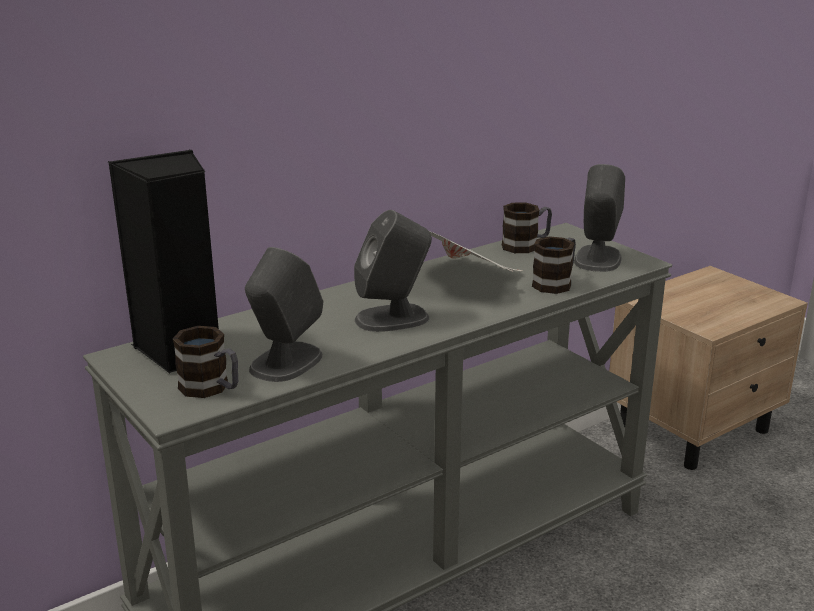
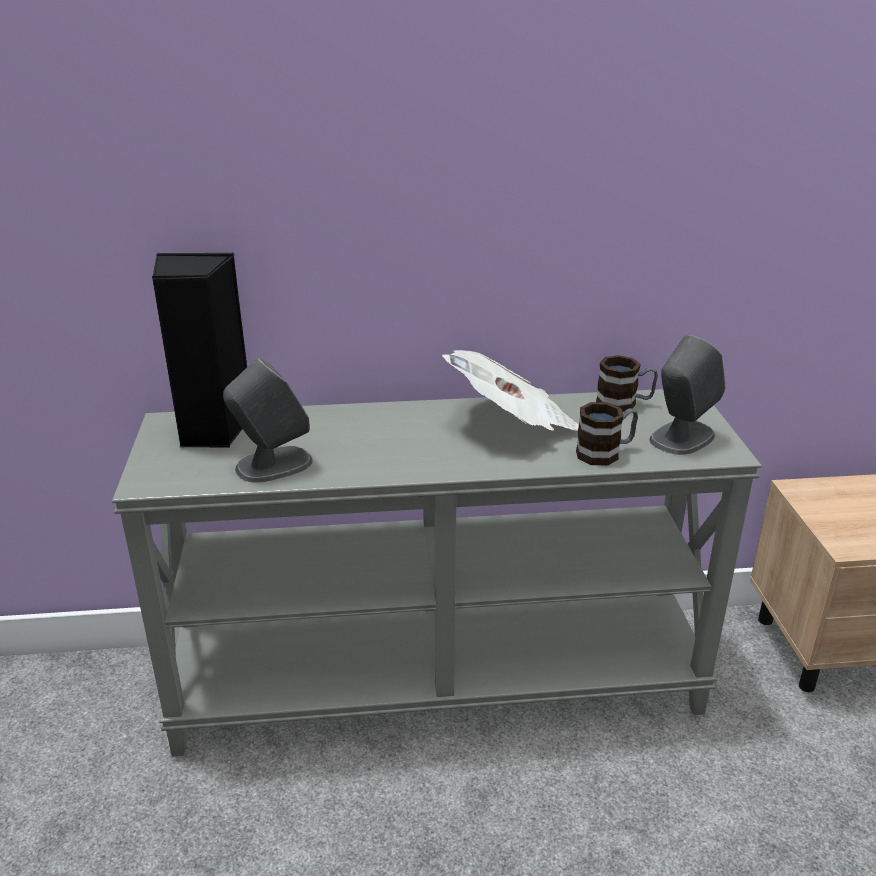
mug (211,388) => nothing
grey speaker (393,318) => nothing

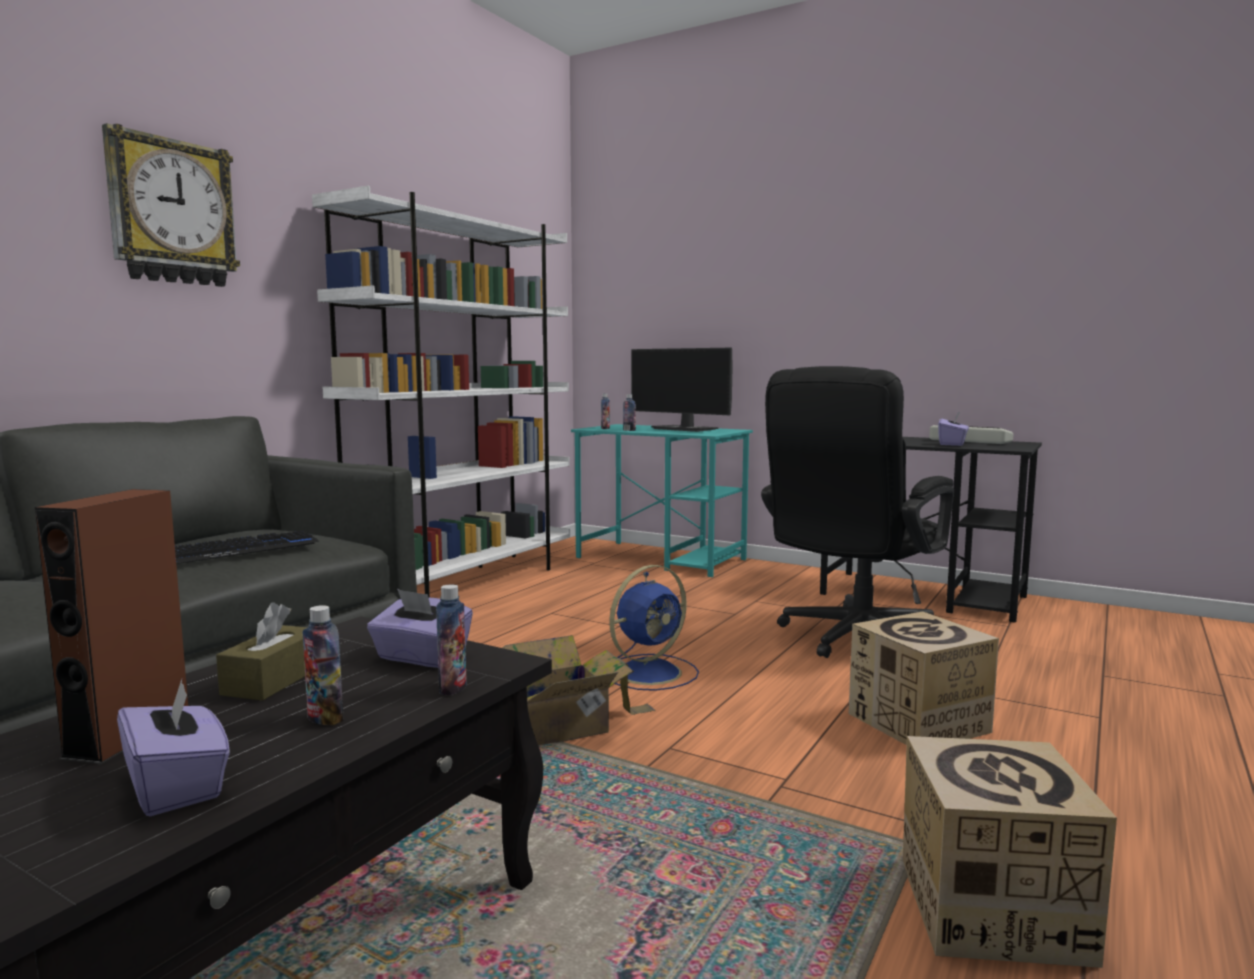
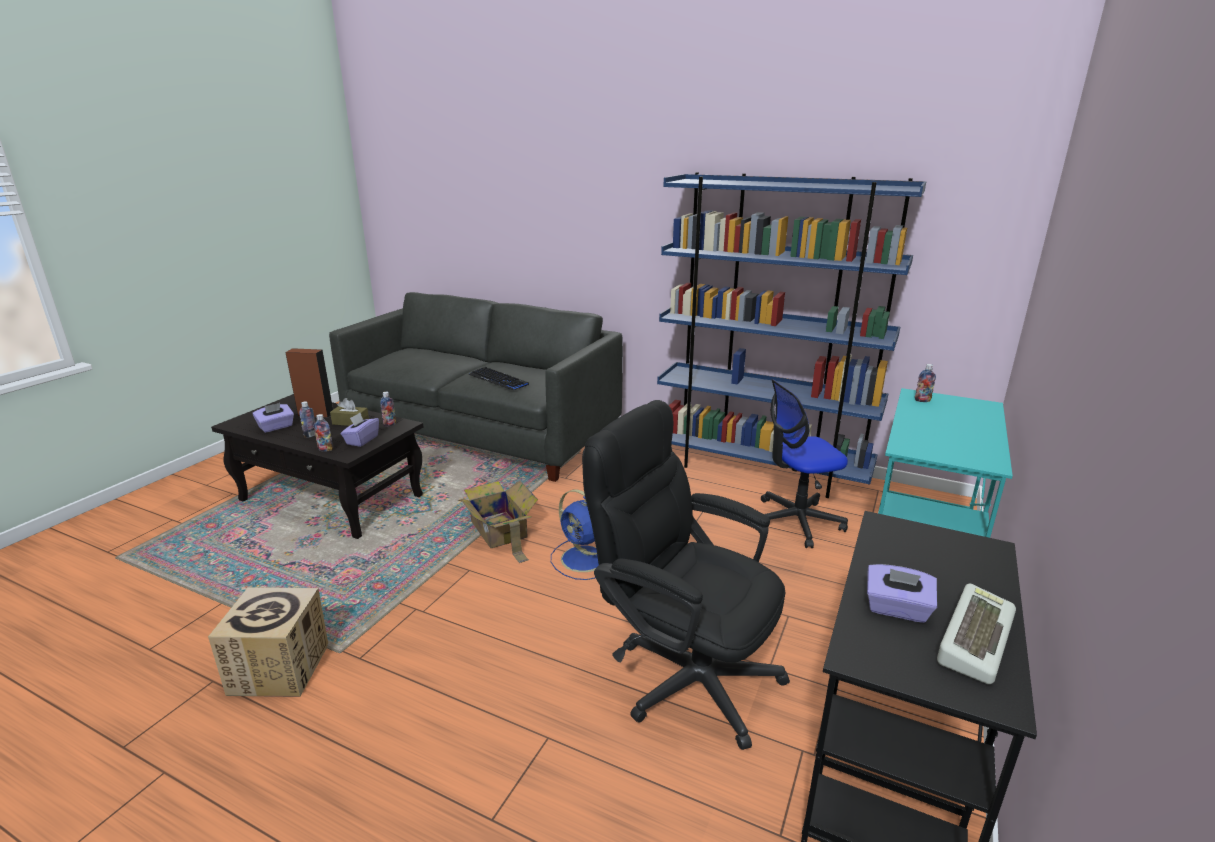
bottle (629,430) => bottle (390,424), moved
white bookcase (466,584) => blue bookcase (761,469)
nothing => office chair (796,521)
wall clock (171,212) => nothing
monitor (685,429) => nothing
cardboard box (918,723) => nothing

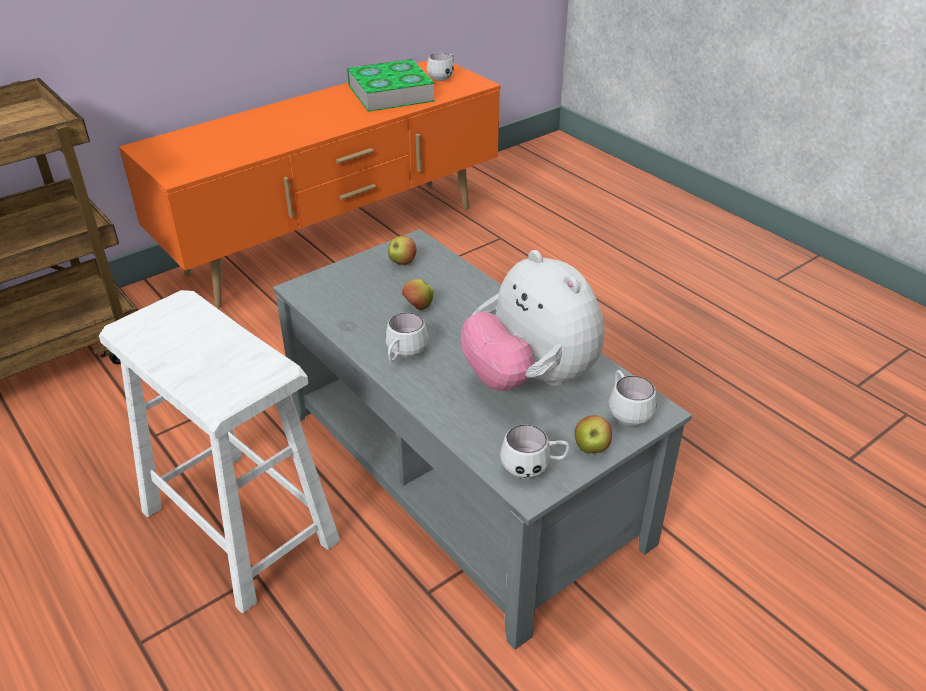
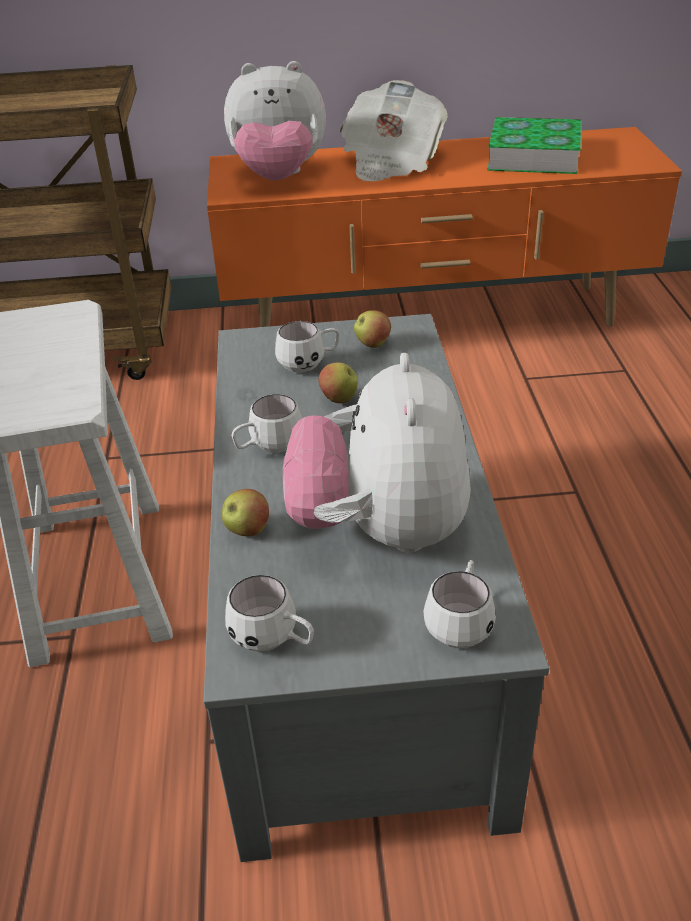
apple (591,448) => apple (247,530), moved
nothing => plush toy (279,177)
white mug (443,77) => white mug (309,364), moved
nothing => newspaper (391,162)

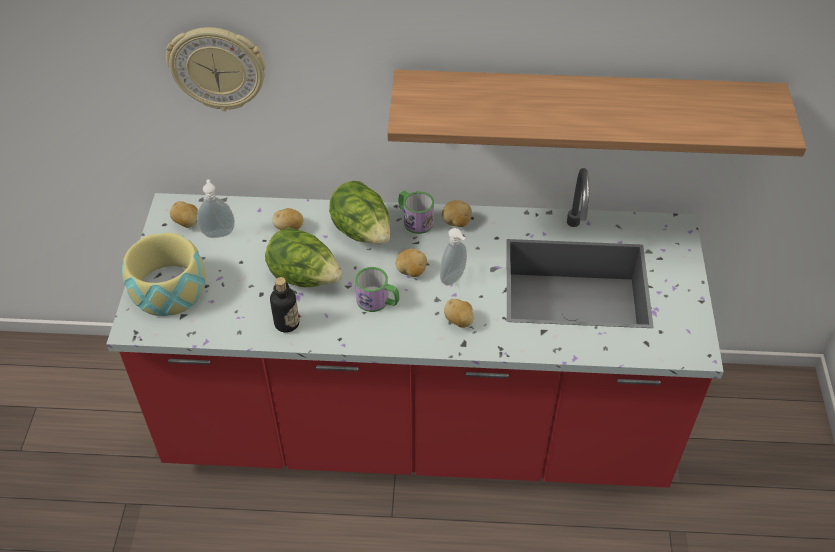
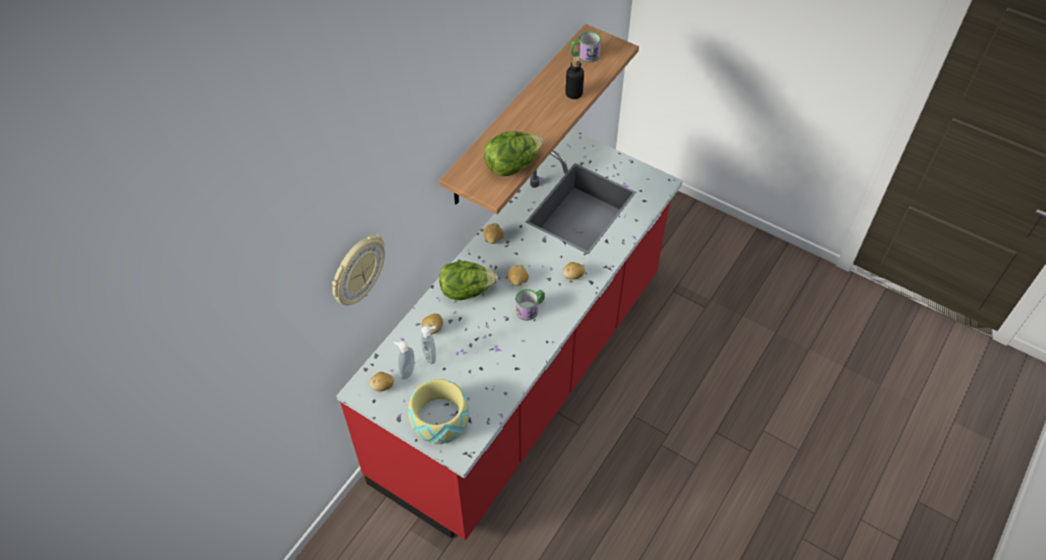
soap dispenser (454,279) => soap dispenser (431,356), moved
lettuce (305,278) => lettuce (512,165), moved
bottle (287,323) => bottle (574,93), moved
mug (414,219) => mug (584,55), moved

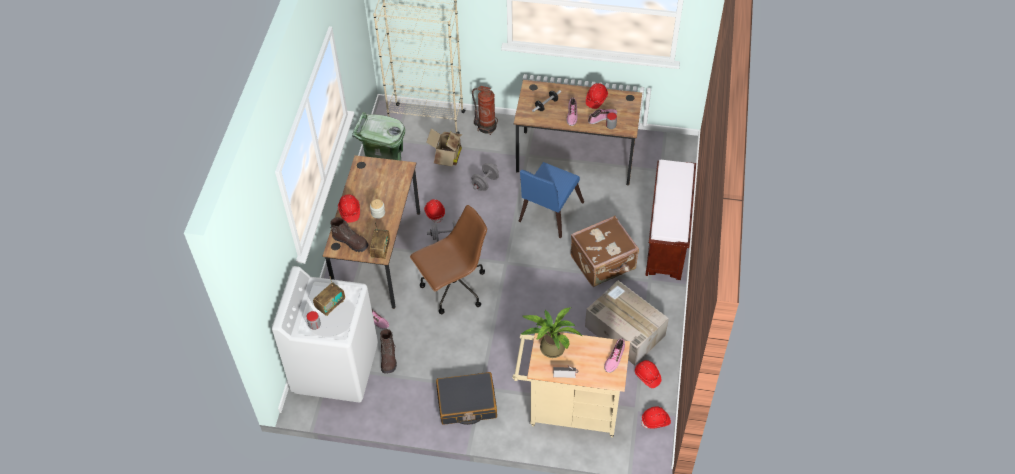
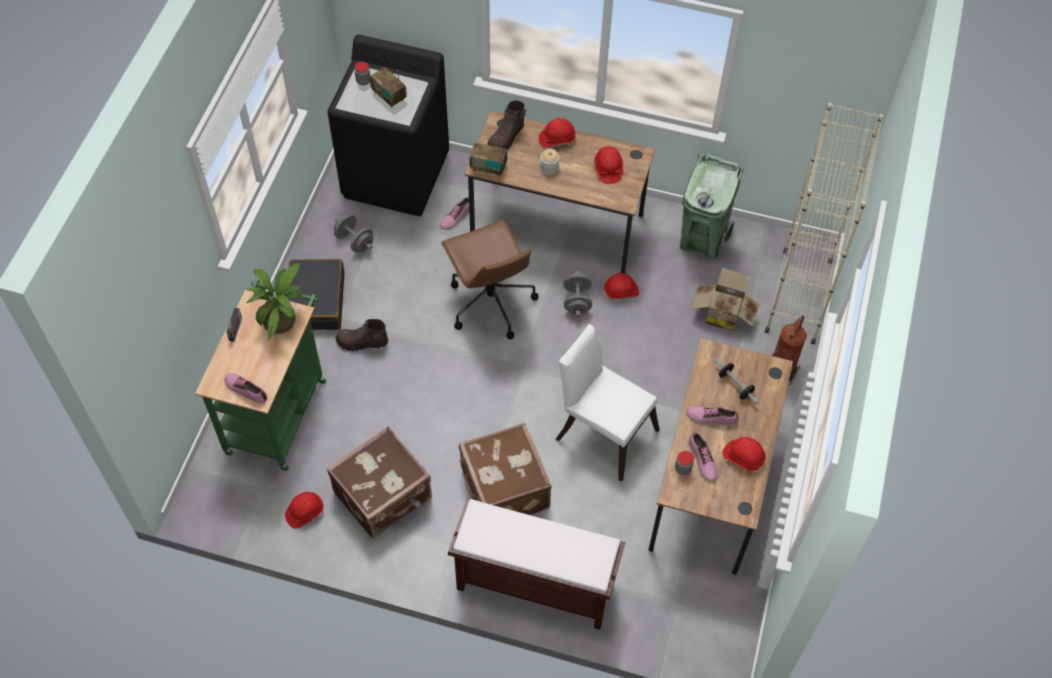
beige cart (568,410) => green cart (278,409)
white washing machine (335,367) => black washing machine (396,176)
cardboard box (624,330) => brown suitcase (384,496)
grey dumbbell (485,183) => grey dumbbell (354,241), moved
brown boot (388,358) => brown boot (362,343), moved
blue chair (548,214) => white chair (602,430)
red hard hat (655,421) => red hard hat (607,169), moved

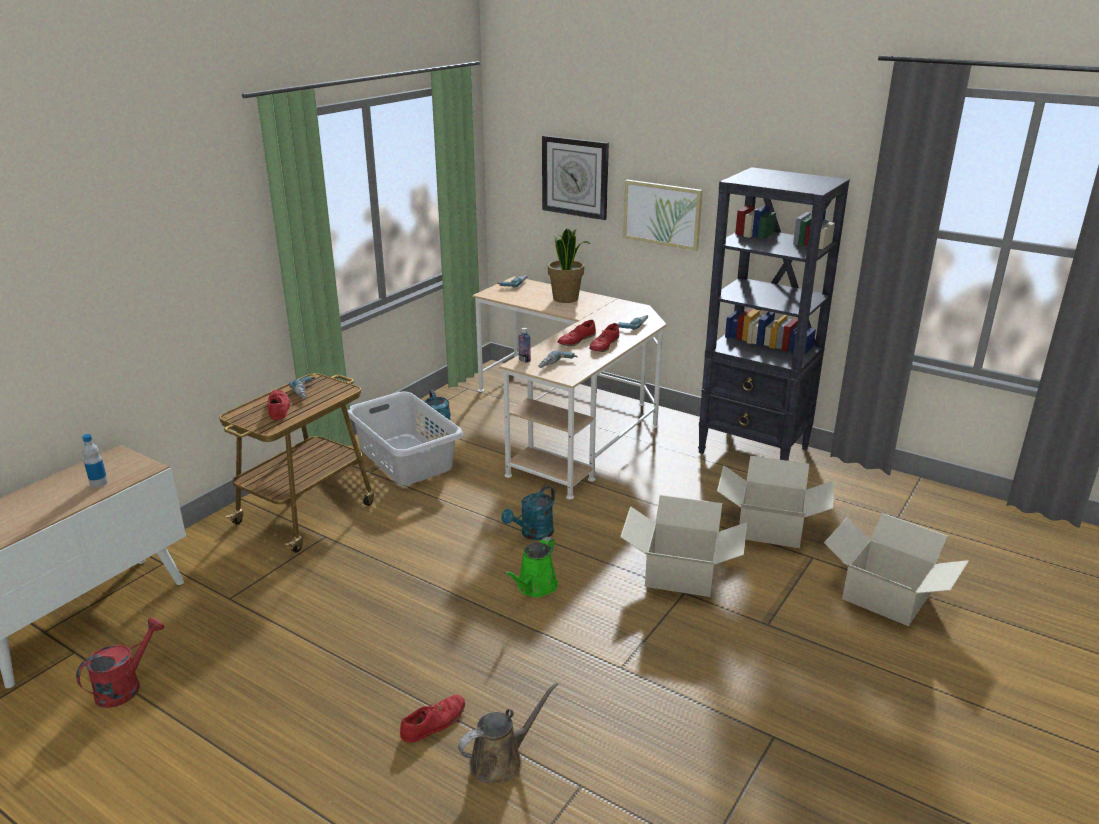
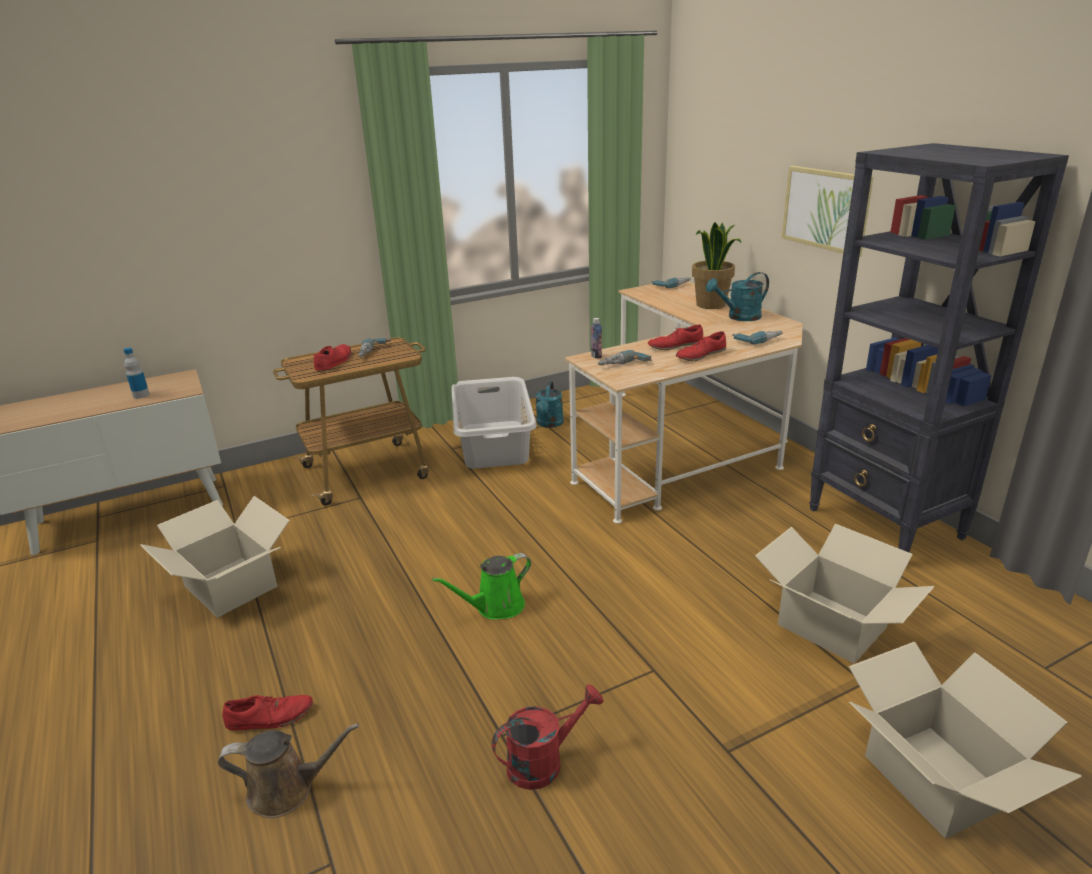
cardboard box (680,574) => cardboard box (231,586), moved
red watering can (125,686) => red watering can (544,761), moved
turquoise watering can (533,534) => turquoise watering can (739,317), moved
wall clock (575,177) => nothing

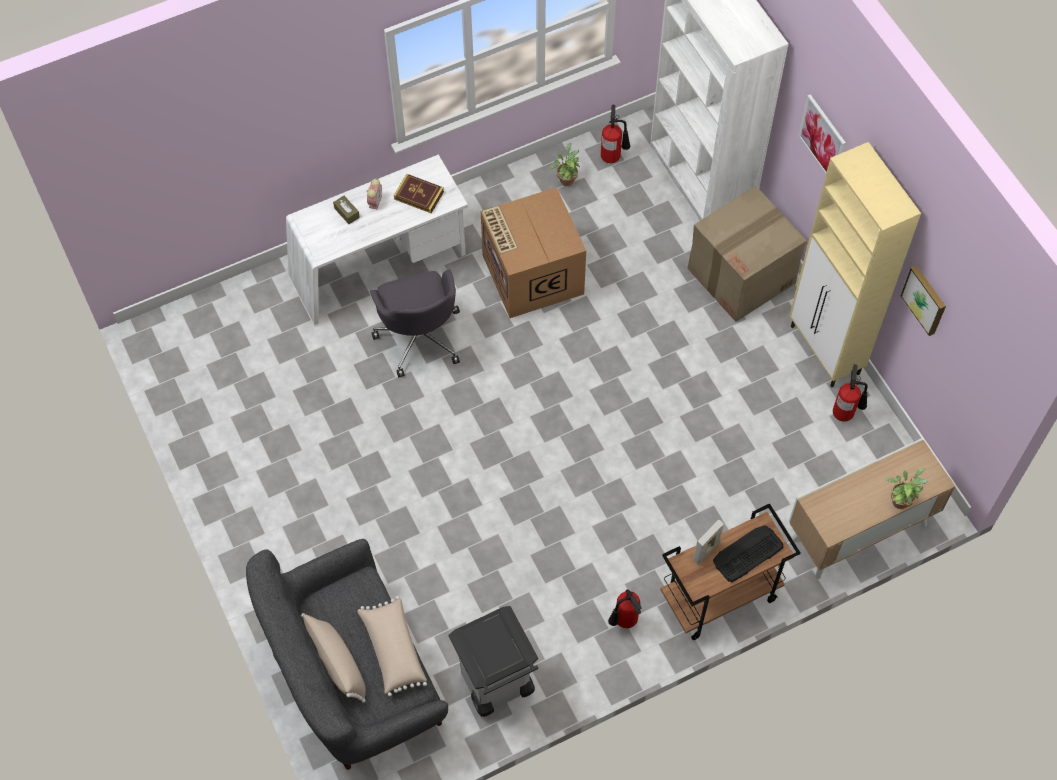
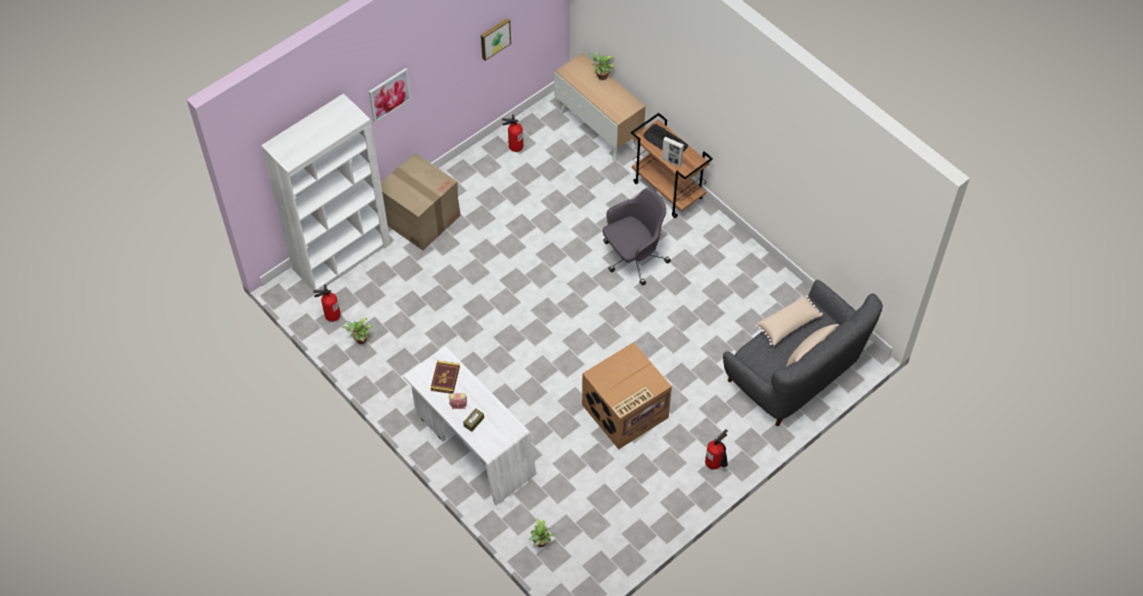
nothing => potted plant (541,543)
cardboard box (531,274) => cardboard box (625,412), moved
grey office chair (419,336) => grey office chair (633,258), moved
fire extinguisher (623,622) => fire extinguisher (715,464), moved
grey trash can (495,684) => nothing
beige cabinet (825,351) => nothing

